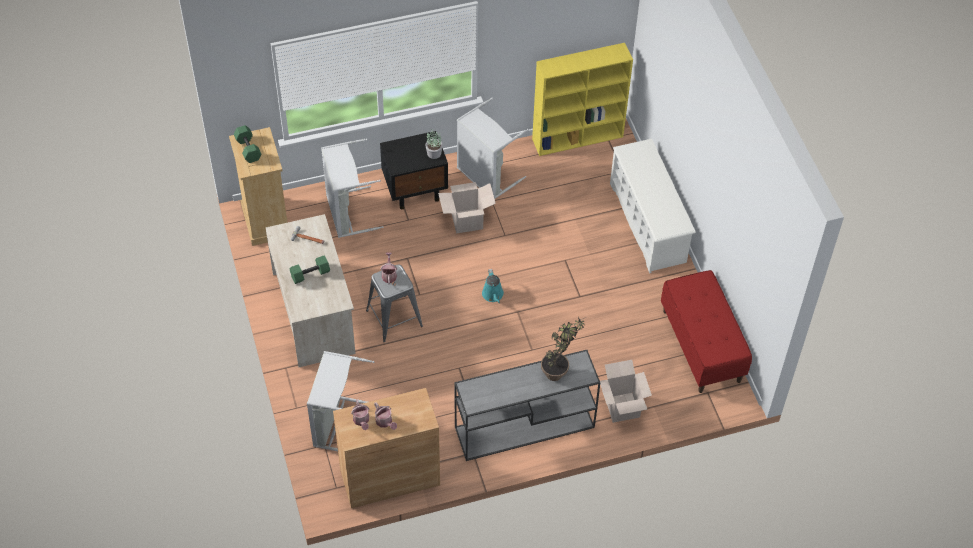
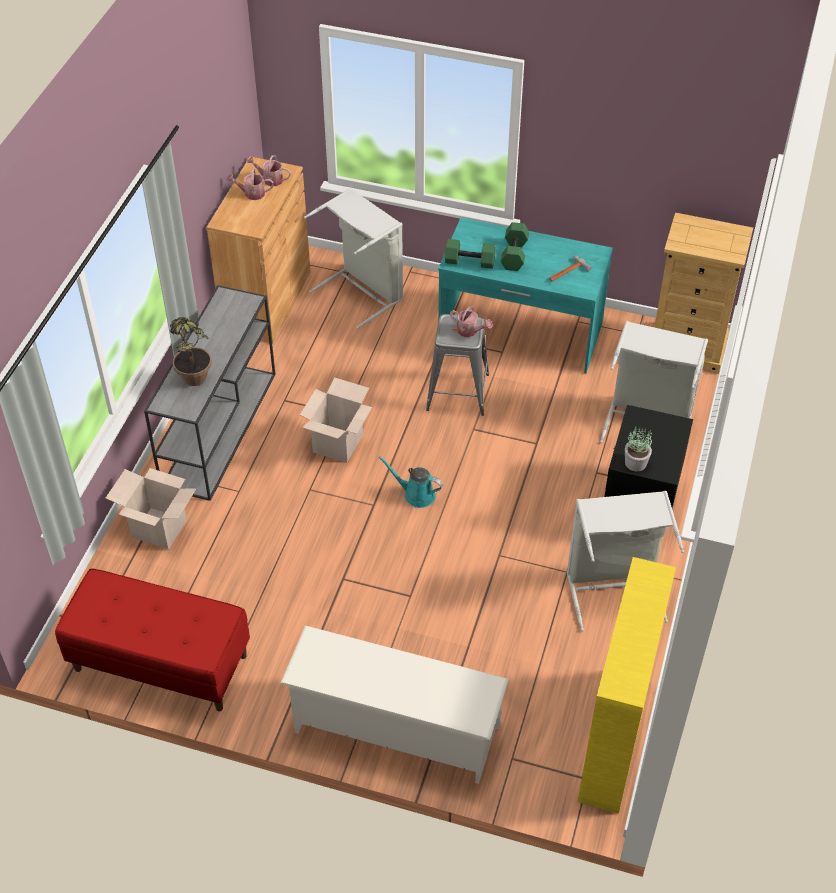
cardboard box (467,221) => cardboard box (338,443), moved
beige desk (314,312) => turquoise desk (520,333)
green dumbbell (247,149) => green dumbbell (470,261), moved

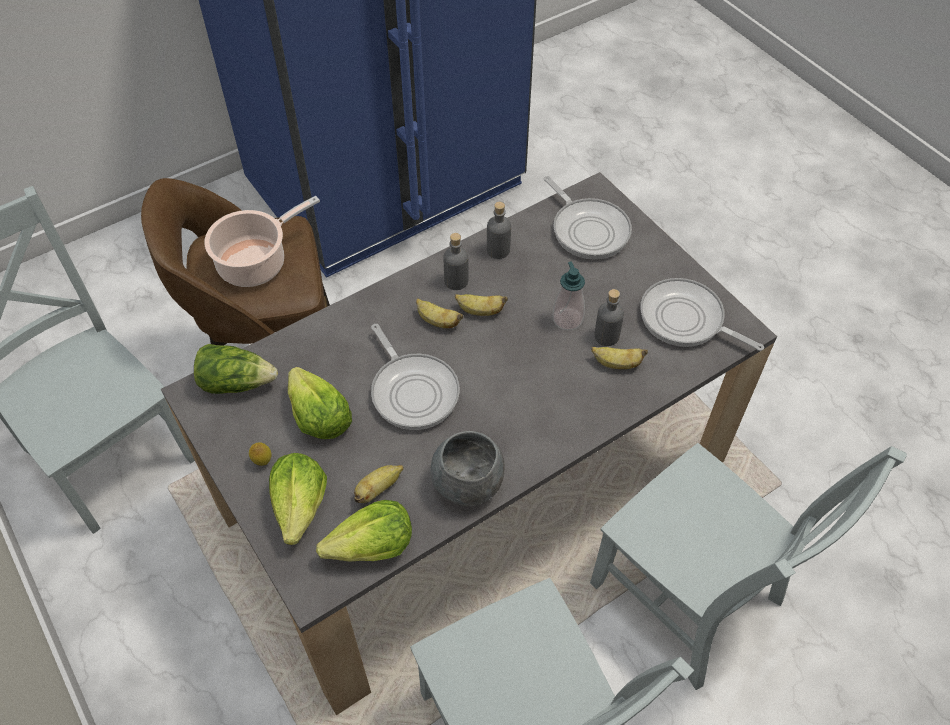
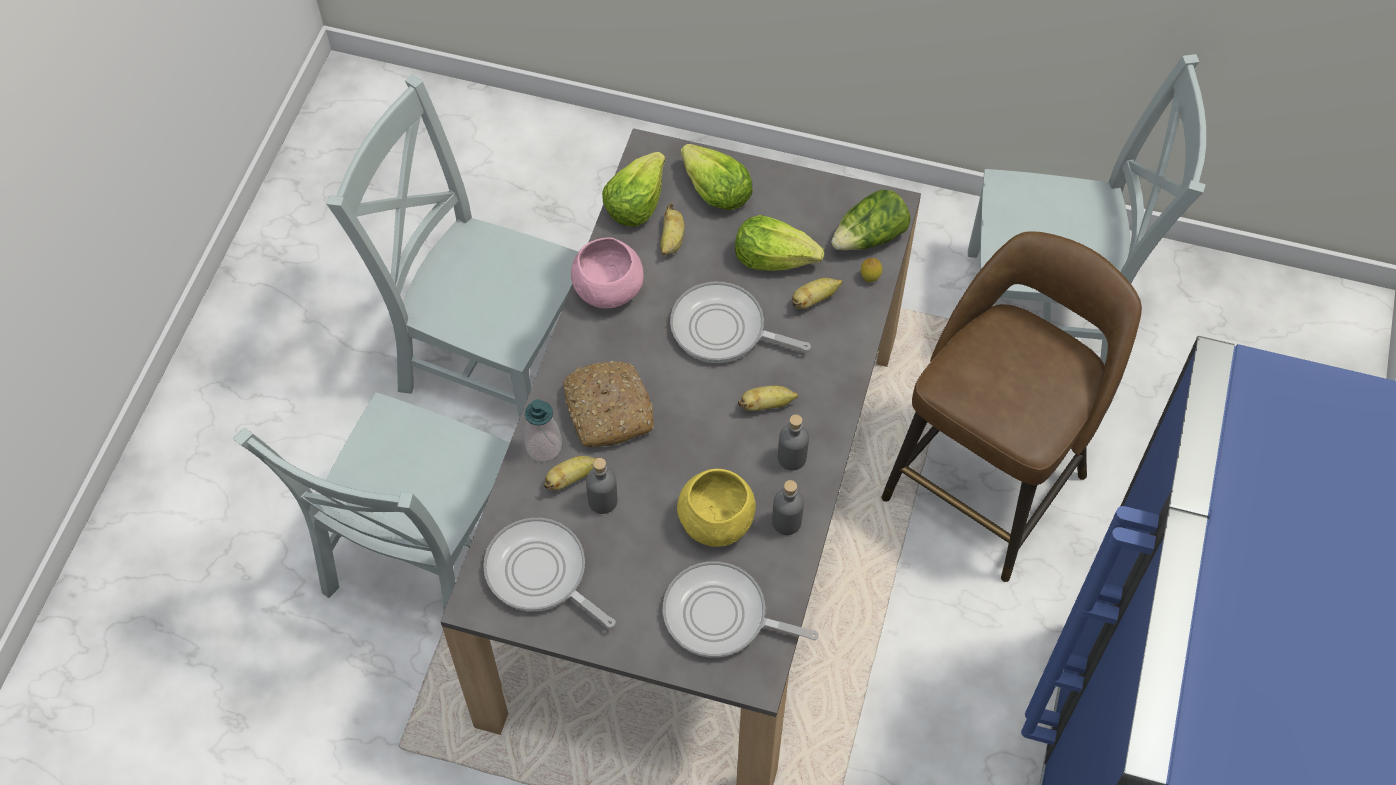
grey chair (691,599) => grey chair (420,561), 75 degrees counterclockwise
frying pan (686,320) => frying pan (540,574), 135 degrees counterclockwise
soap dispenser (567,319) => soap dispenser (544,447), moved
nothing => bread (606,410)
grey bowl (468,484) => pink bowl (607,290)
nothing => yellow bowl (716,522)
banana (480,311) => banana (814,299), moved
lemon (263,461) => lemon (870,278), moved
cooking pot (256,262) => nothing

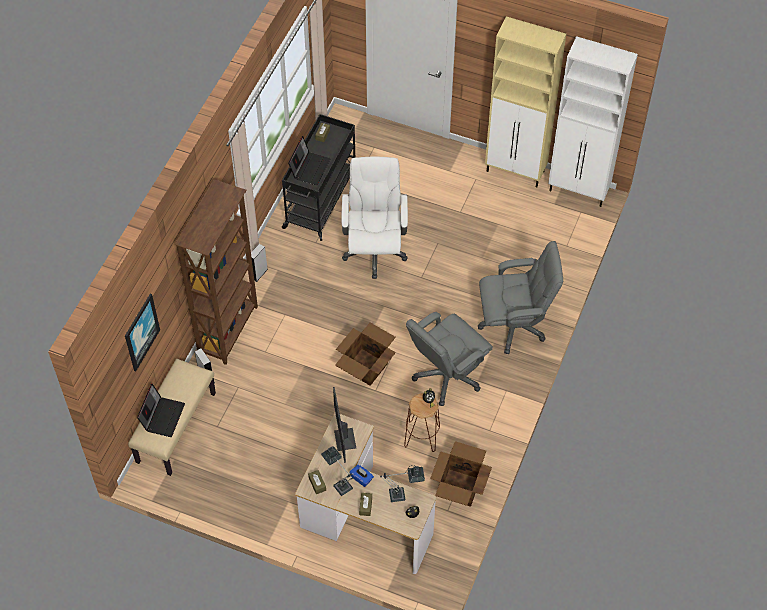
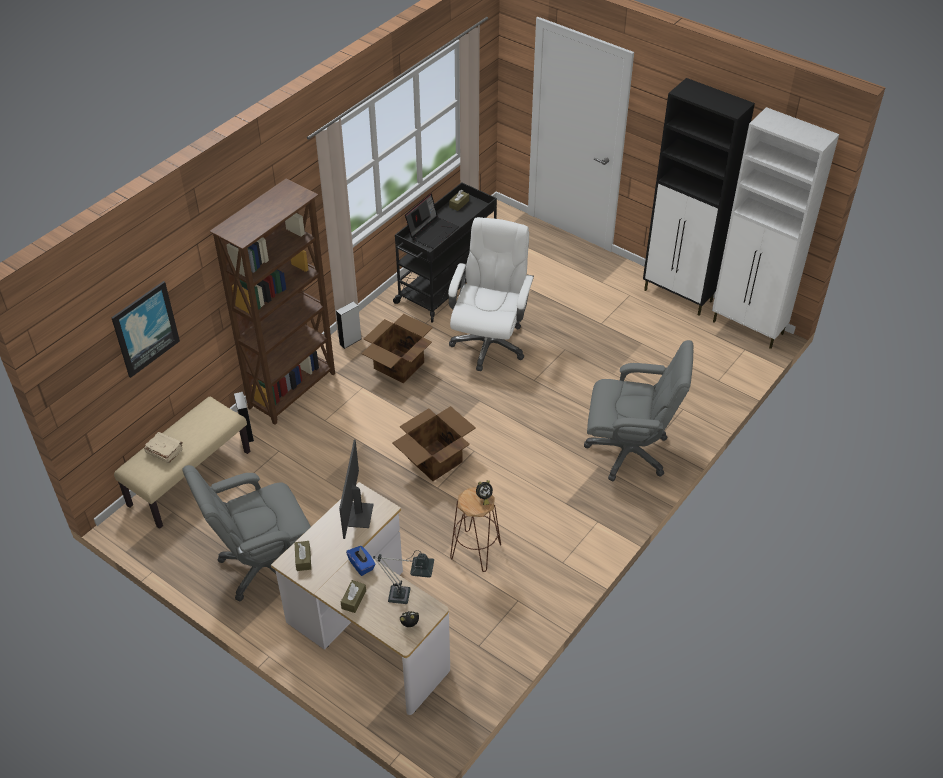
laptop (162,416) => beige book (164,451)
grey office chair (447,376) => grey office chair (264,566), moved
cardboard box (459,488) => cardboard box (398,366), moved
beige cabinet (516,172) => black cabinet (678,296)
table lamp (340,484) => nothing

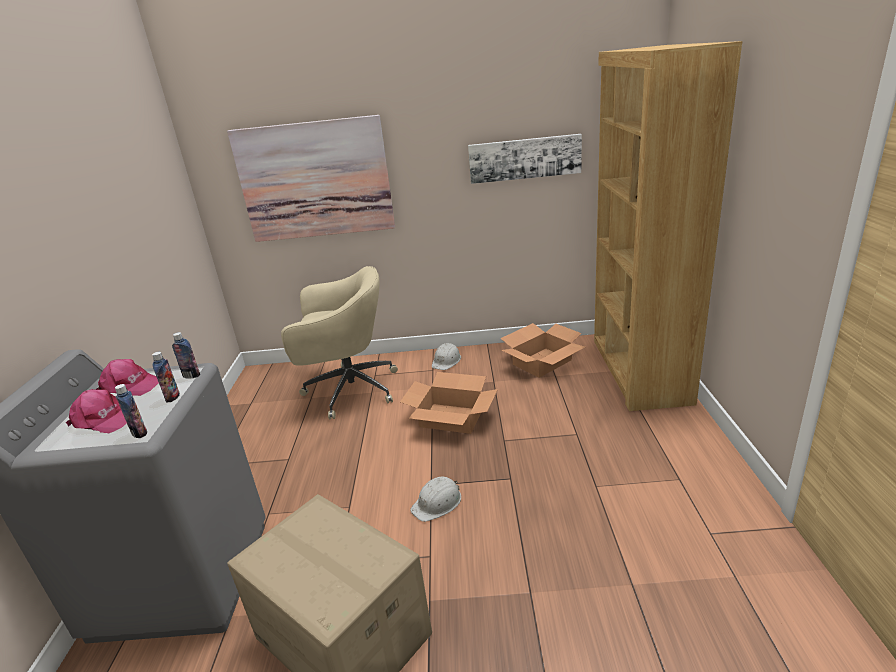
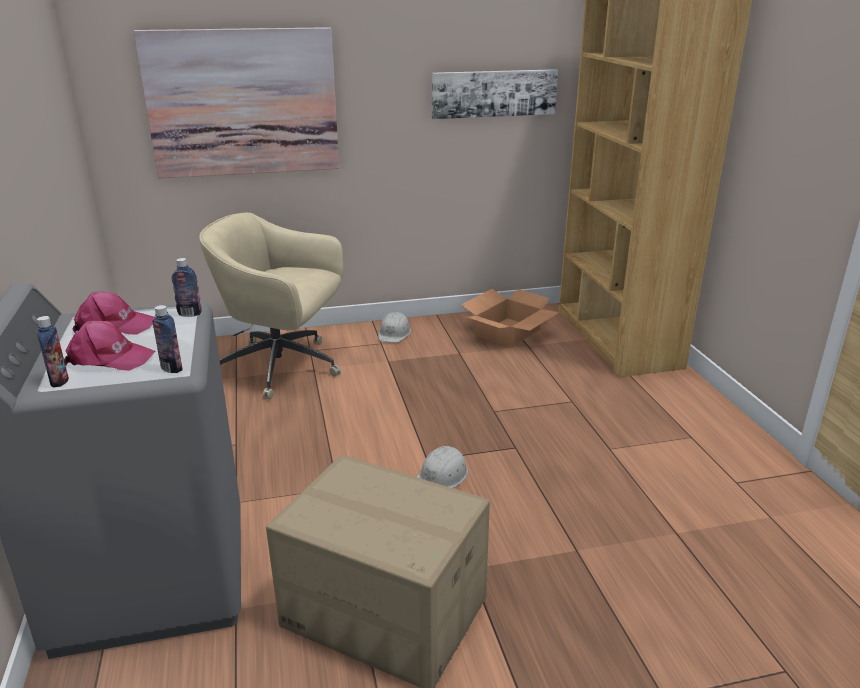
bottle (172,397) => bottle (59,381), moved
beige office chair (349,390) => beige office chair (283,367), 150 degrees counterclockwise
cardboard box (451,418) => nothing

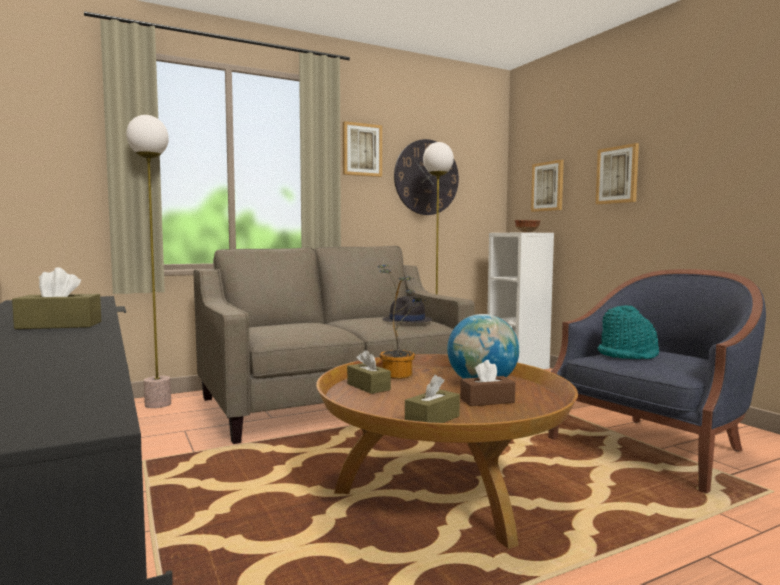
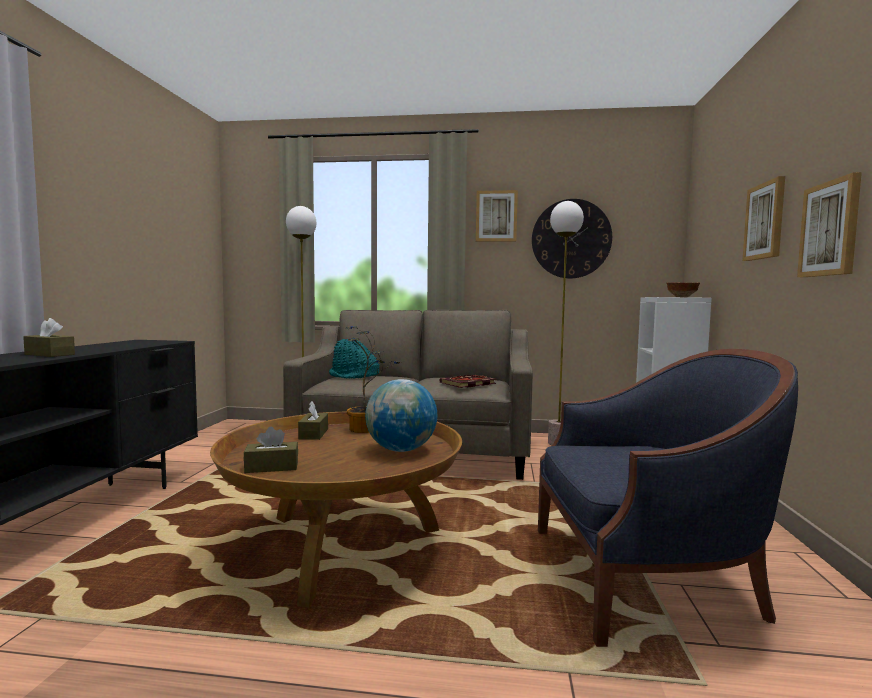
turquoise hat (628,355) => turquoise hat (354,376), moved
black hat (407,320) => book (467,384)
picture (548,186) => picture (830,229), moved
brown tissue box (487,400) => nothing

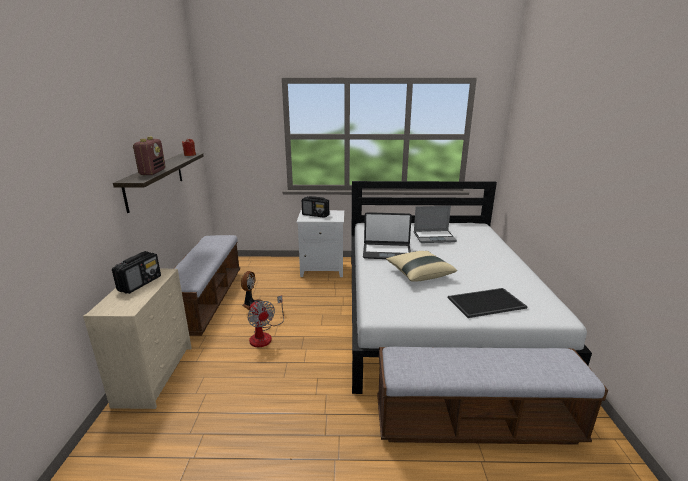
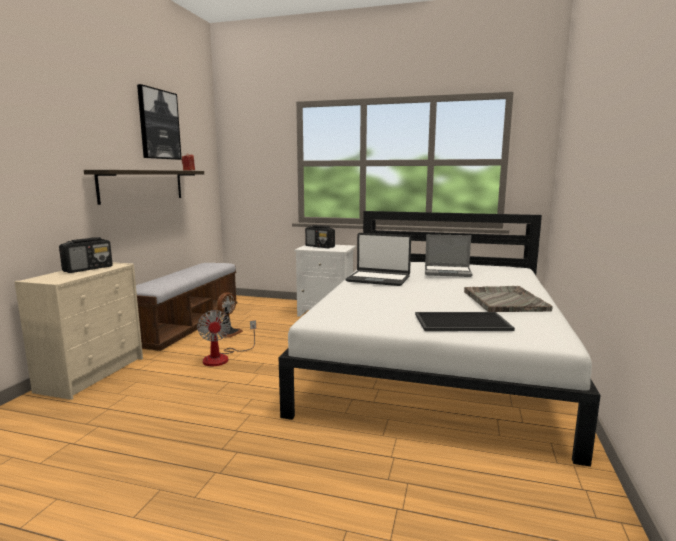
nothing => picture (159,124)
nothing => grey tray (504,300)
radio (152,172) => nothing
bench (476,423) => nothing
beige pillow (419,274) => nothing

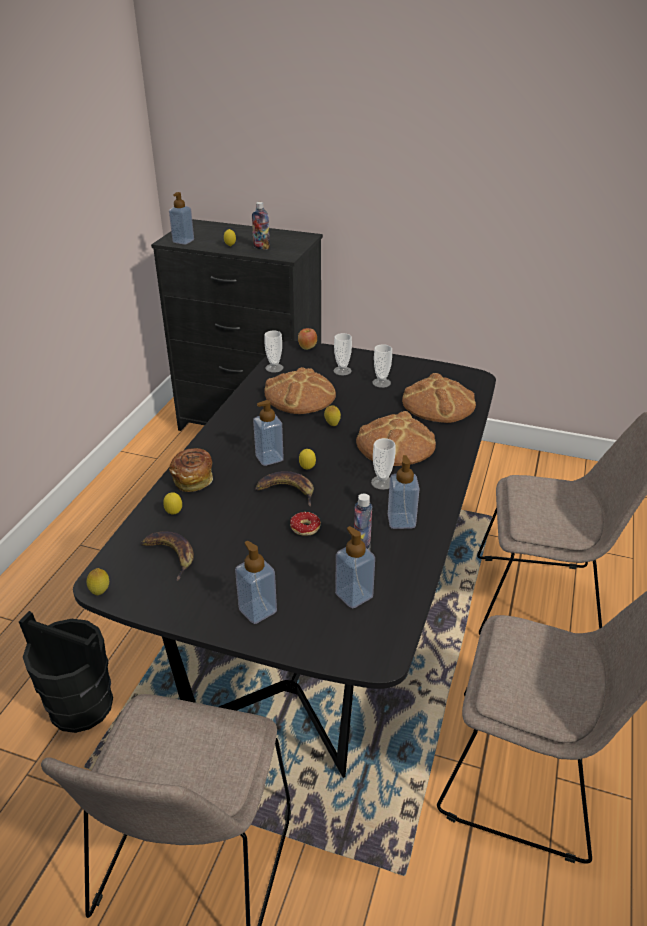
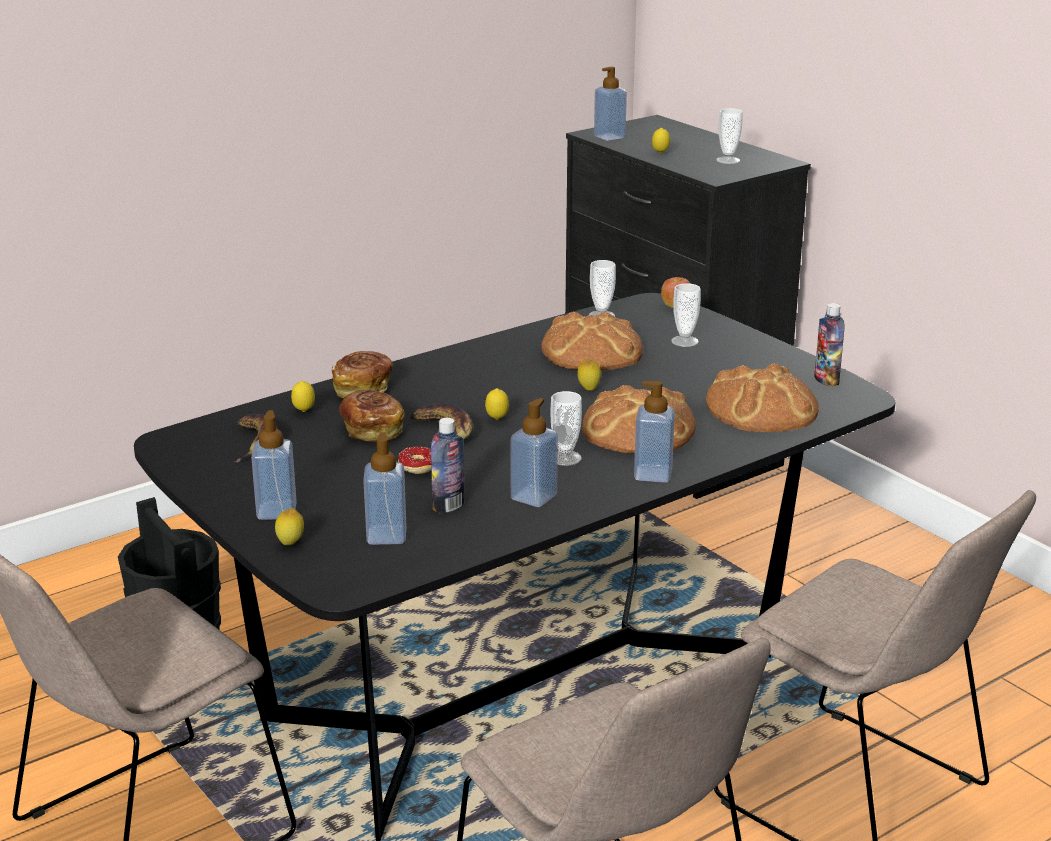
lemon (100,592) => lemon (291,544), moved
nothing => bread (372,430)
soap dispenser (269,458) => soap dispenser (653,474), moved
cup (381,383) => cup (728,160), moved
bottle (261,247) => bottle (826,380), moved

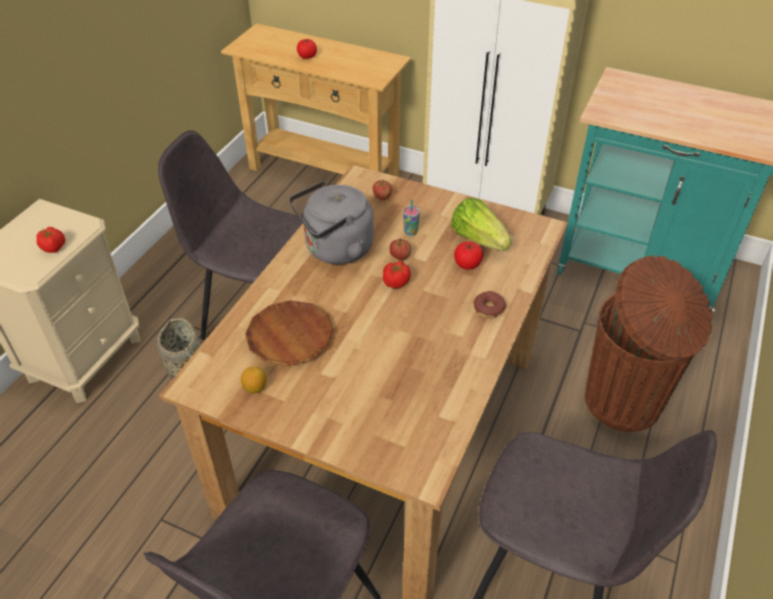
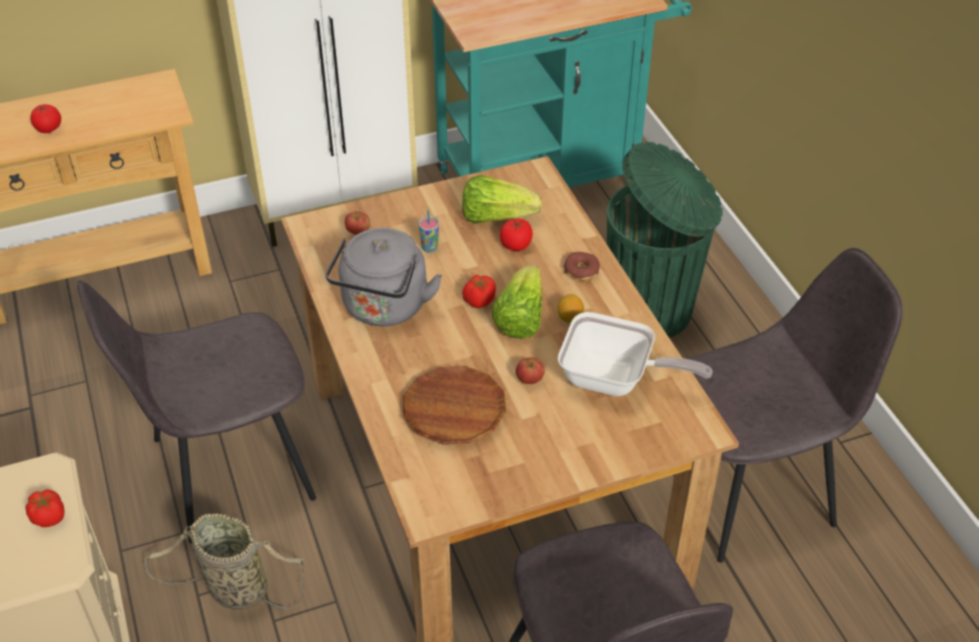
nothing => lettuce (520,318)
apple (400,257) => apple (530,380), moved
lemon (255,387) => lemon (569,318), moved
nothing => frying pan (614,380)
brown trash can (625,402) => green trash can (652,310)

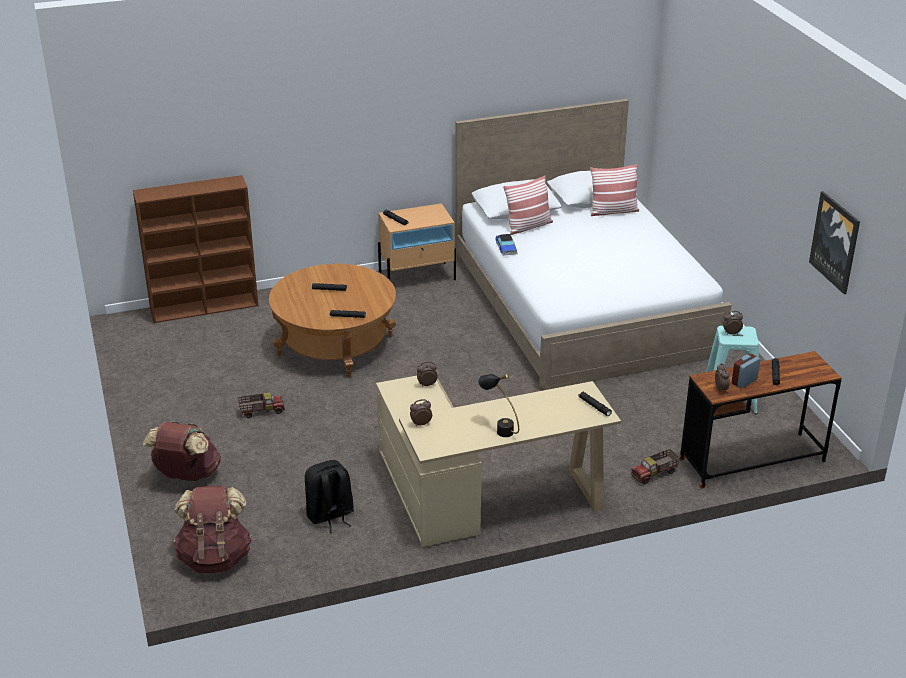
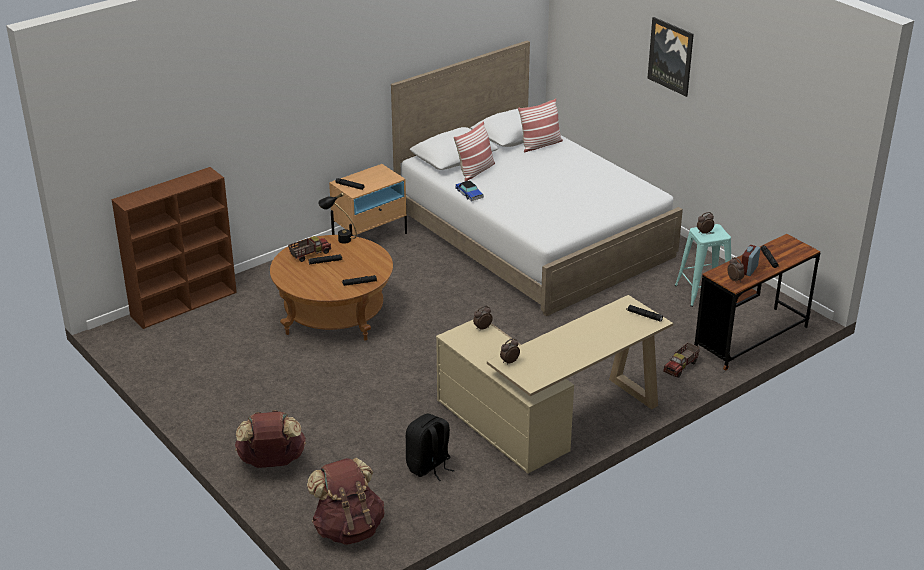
toy truck (261,411) => toy truck (310,254), moved
black table lamp (499,428) => black table lamp (339,238), moved
picture (835,242) => picture (671,56), moved

